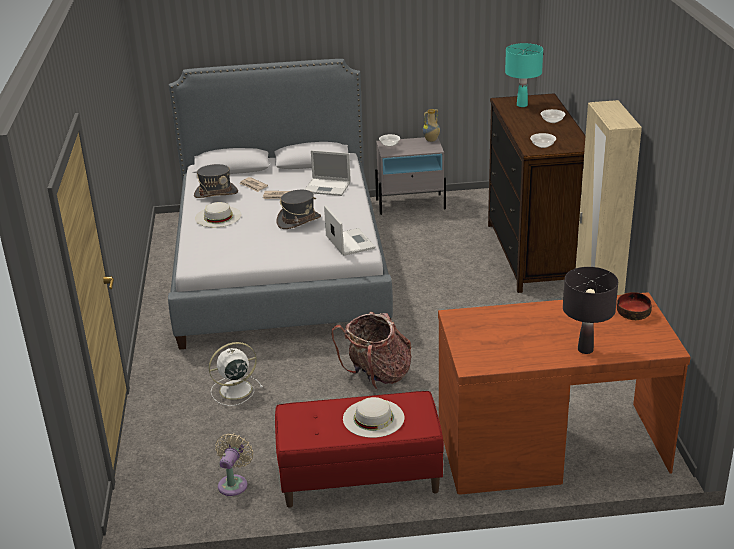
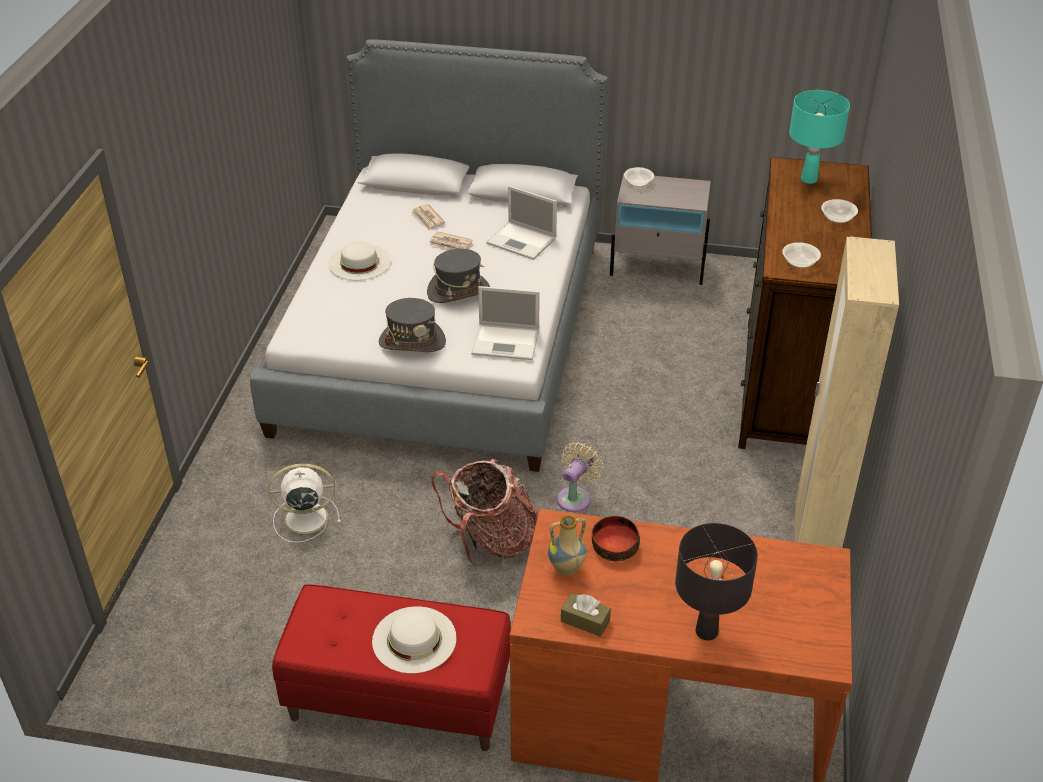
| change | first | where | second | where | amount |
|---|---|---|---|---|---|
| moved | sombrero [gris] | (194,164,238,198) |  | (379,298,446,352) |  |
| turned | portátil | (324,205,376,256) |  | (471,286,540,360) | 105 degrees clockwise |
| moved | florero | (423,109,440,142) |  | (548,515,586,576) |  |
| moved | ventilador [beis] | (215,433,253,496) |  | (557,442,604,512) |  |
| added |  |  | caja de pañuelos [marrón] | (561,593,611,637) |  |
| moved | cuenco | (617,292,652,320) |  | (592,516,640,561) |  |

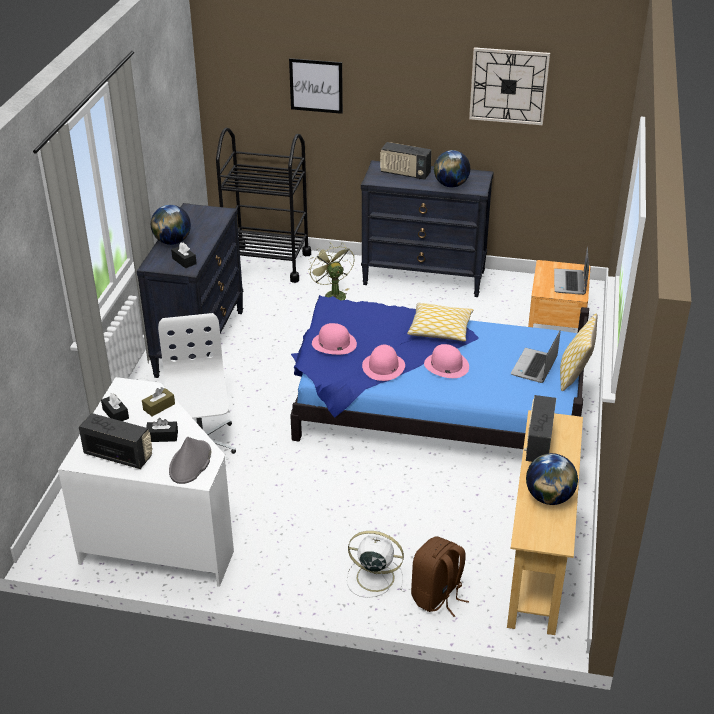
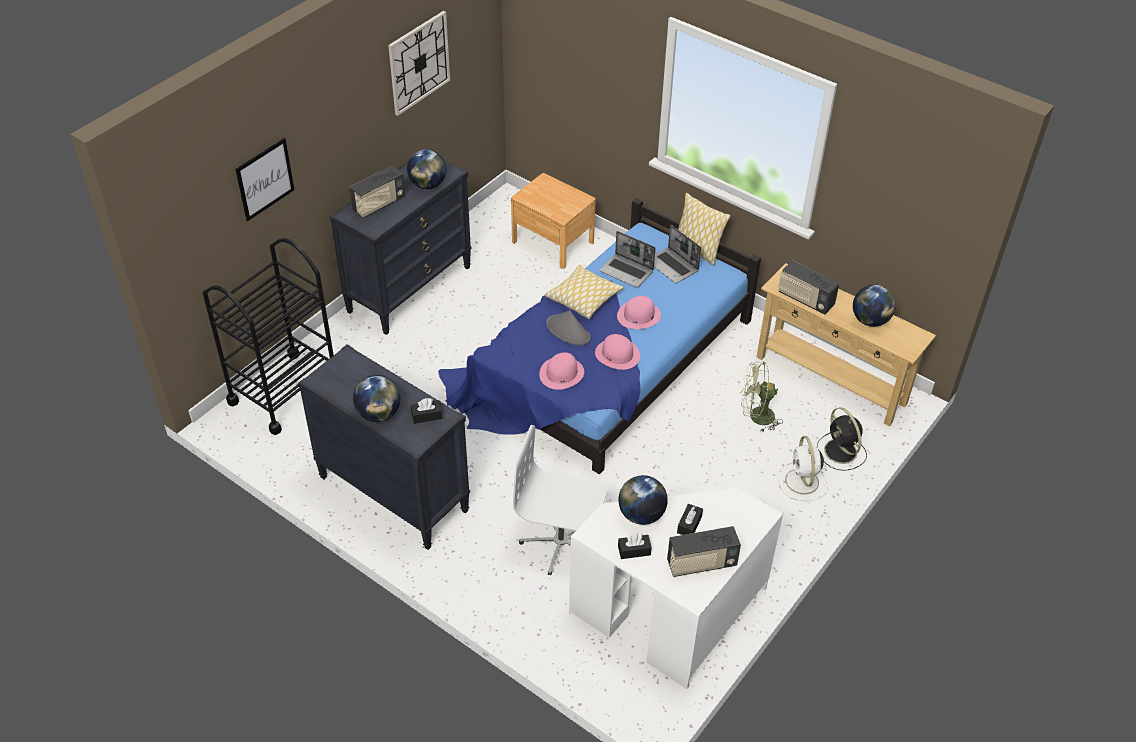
| change | first | where | second | where | amount |
|---|---|---|---|---|---|
| moved | sombrero [gris] | (169,437,211,484) |  | (546,310,591,346) |  |
| moved | portátil | (554,247,589,295) |  | (599,231,656,288) |  |
| replaced | caja de pañuelos [marrón] | (142,387,175,416) | globo terráqueo | (619,475,668,525) |  |
| turned | radio | (79,413,153,469) |  | (667,526,741,577) | 150 degrees counterclockwise |
| moved | ventilador [verde] | (308,243,355,300) |  | (741,362,783,433) |  |
| turned | ventilador [blanco] | (347,531,404,598) |  | (778,436,828,501) | 45 degrees counterclockwise |
| replaced | mochila [marrón] | (411,536,469,617) | ventilador [negro] | (817,407,867,471) |  |

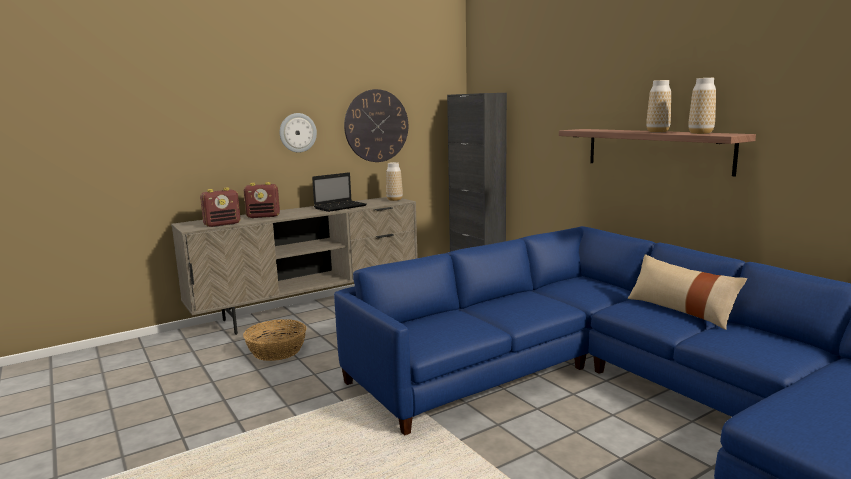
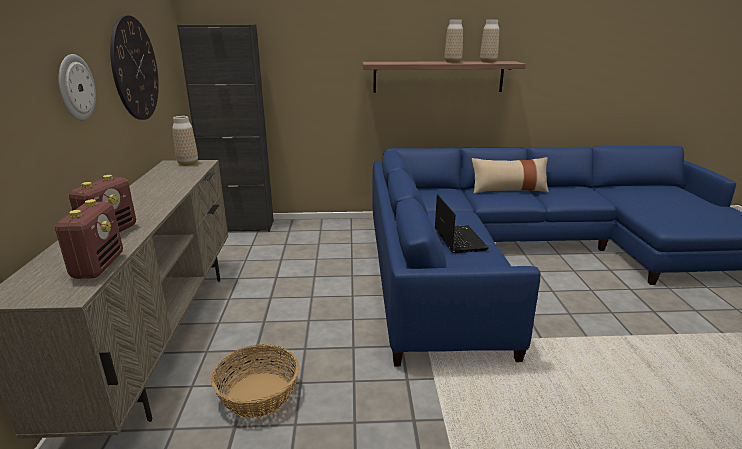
| change | first | where | second | where | amount |
|---|---|---|---|---|---|
| moved | portátil | (312,172,367,212) |  | (435,194,489,253) |  |

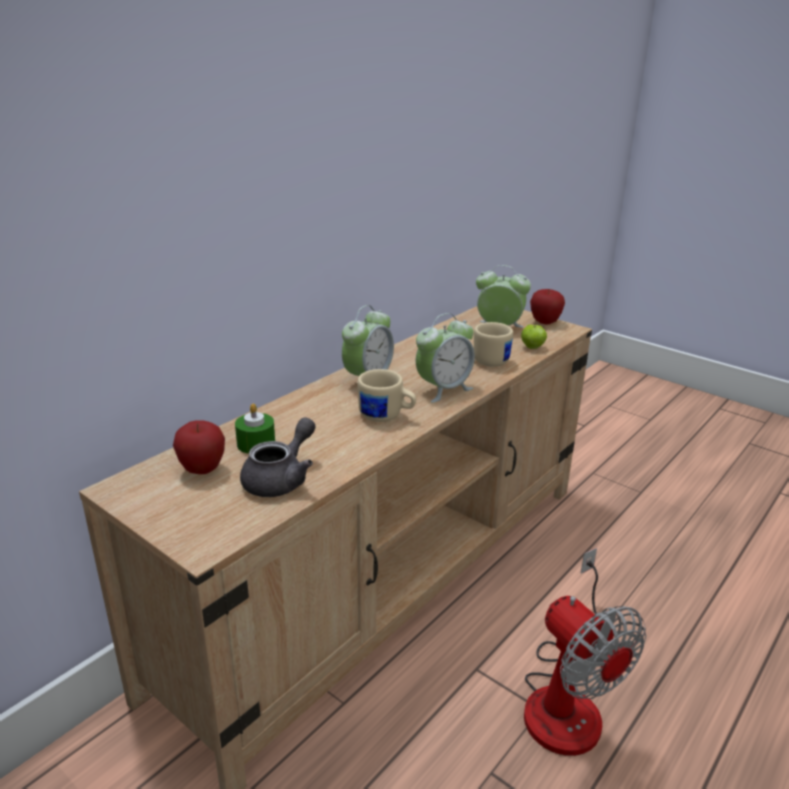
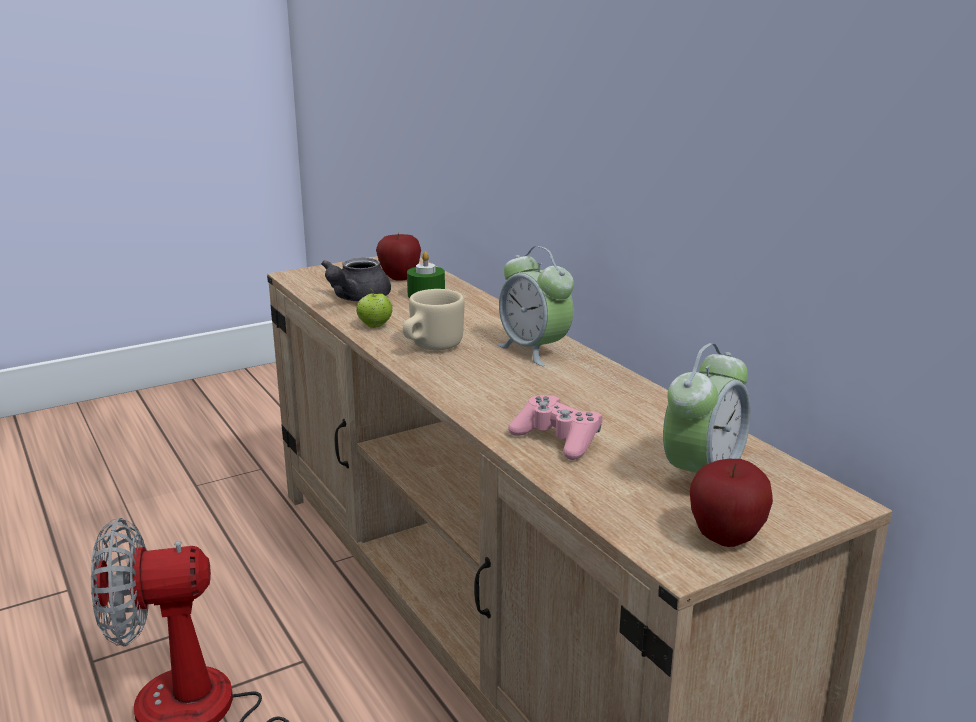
| change | first | where | second | where | amount |
|---|---|---|---|---|---|
| turned | tetera [gris] | (240,417,316,497) |  | (321,258,391,302) | 60 degrees clockwise |
| moved | manzana | (521,323,547,349) |  | (356,287,392,328) |  |
| replaced | taza grande [beis] | (474,322,513,367) | mando de consola [rosa] | (508,395,602,460) |  |
| removed | despertador | (416,313,475,402) |  |  |  |

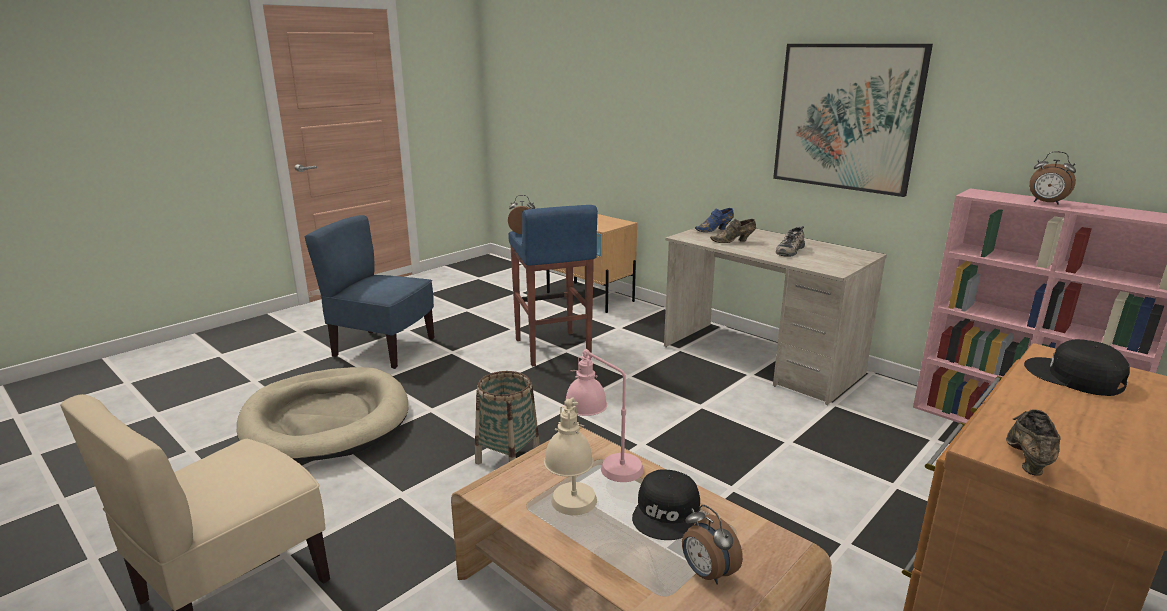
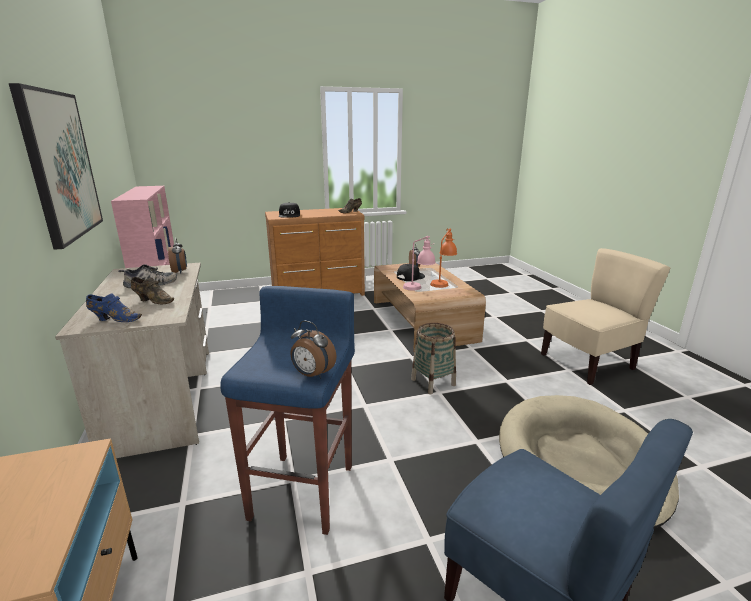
| change | first | where | second | where | amount |
|---|---|---|---|---|---|
| moved | despertador | (1029,151,1076,205) |  | (168,238,187,274) |  |
| recoloured | lámpara de mesa [beis] | (544,397,597,515) | lámpara de mesa [naranja] | (430,228,457,288) |  |

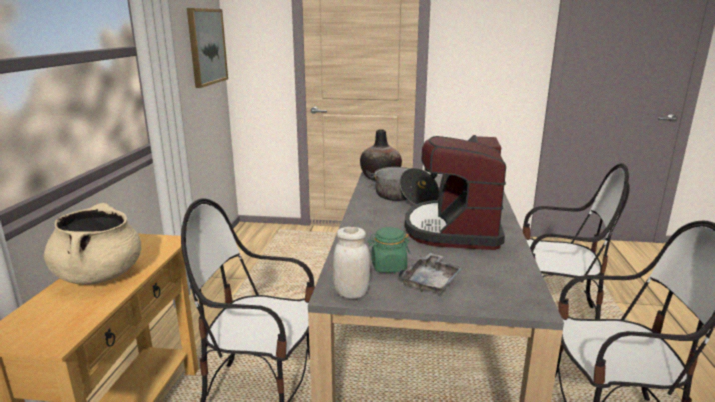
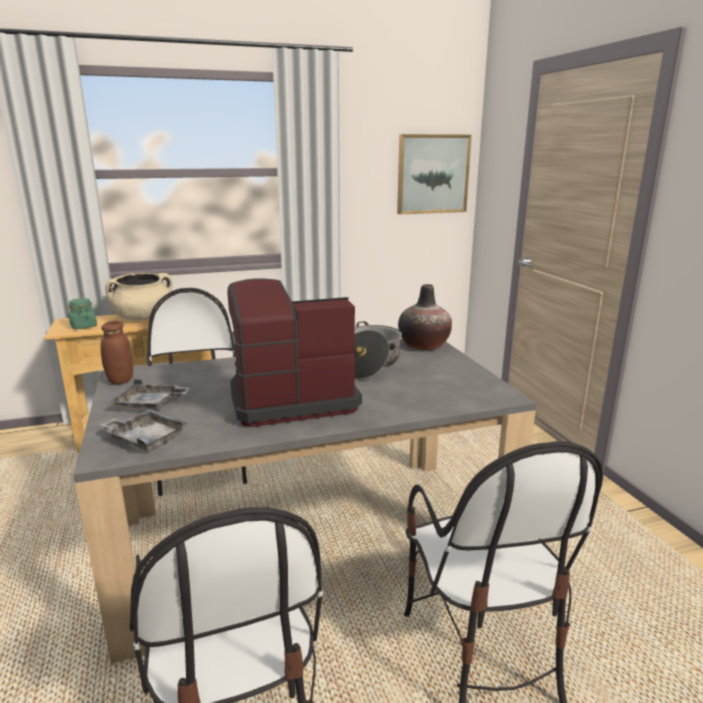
| change | first | where | second | where | amount |
|---|---|---|---|---|---|
| moved | tarro [verde] | (368,227,410,273) |  | (68,298,97,329) |  |
| added |  |  | bandeja [gris] | (100,409,187,452) |  |
| recoloured | tarro [blanco] | (333,227,370,299) | tarro [marrón] | (101,321,133,384) |  |

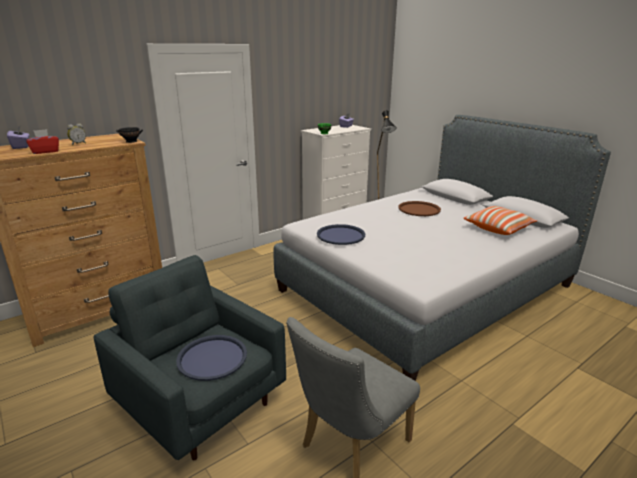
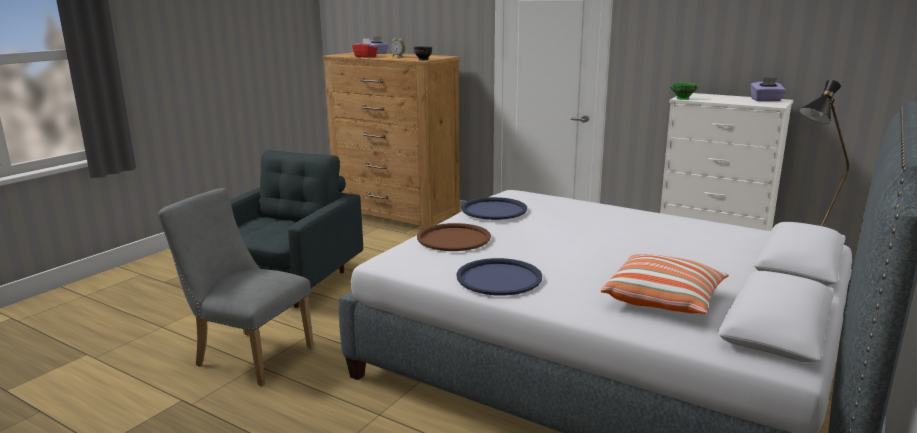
| change | first | where | second | where | amount |
|---|---|---|---|---|---|
| moved | bandeja [marrón] | (398,201,441,216) |  | (417,223,491,251) |  |
| moved | bandeja [azul] | (176,335,247,381) |  | (456,258,542,295) |  |

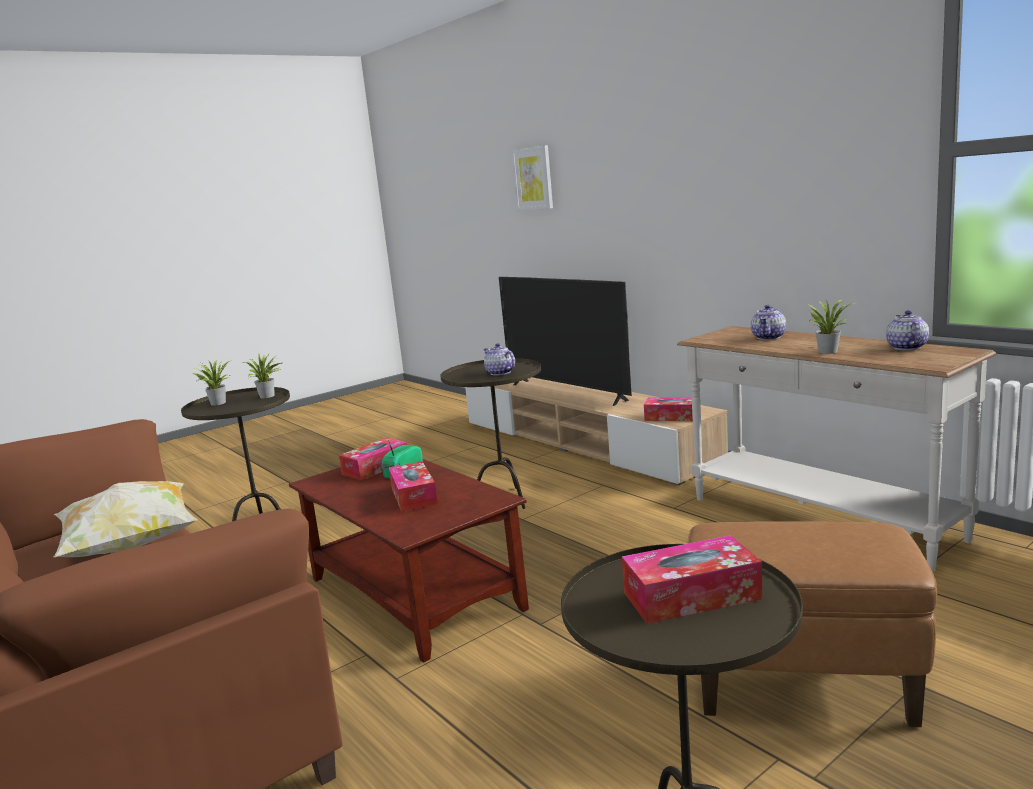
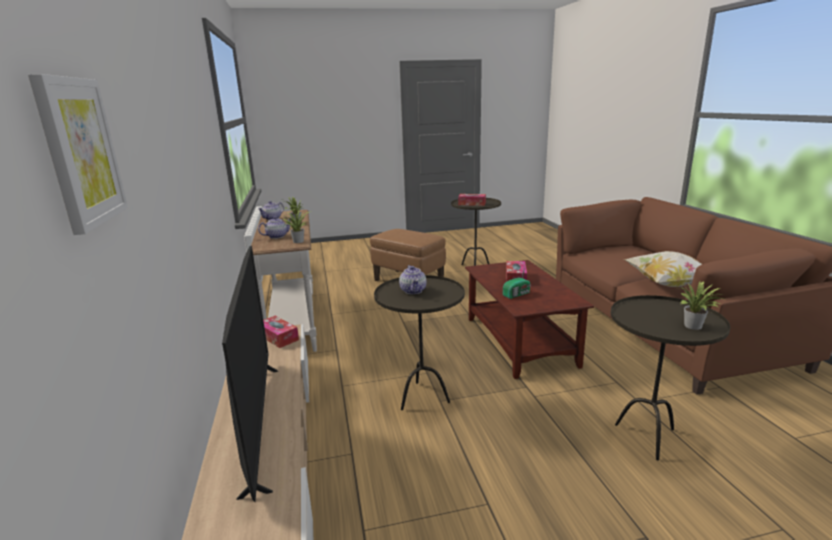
| change | first | where | second | where | amount |
|---|---|---|---|---|---|
| moved | planta en maceta | (243,354,282,398) |  | (283,210,309,243) |  |
| removed | caja de pañuelos | (339,437,407,481) |  |  |  |

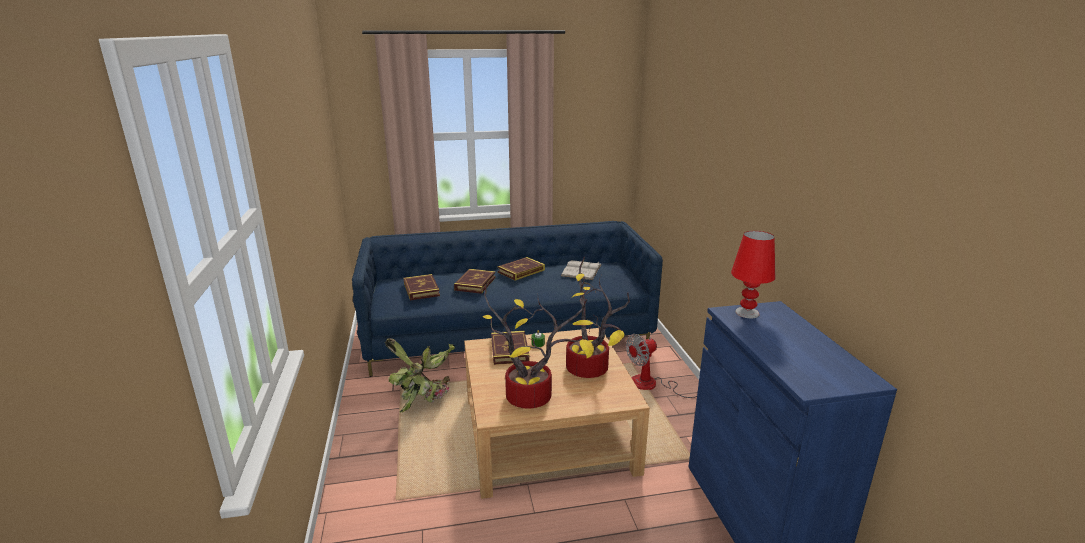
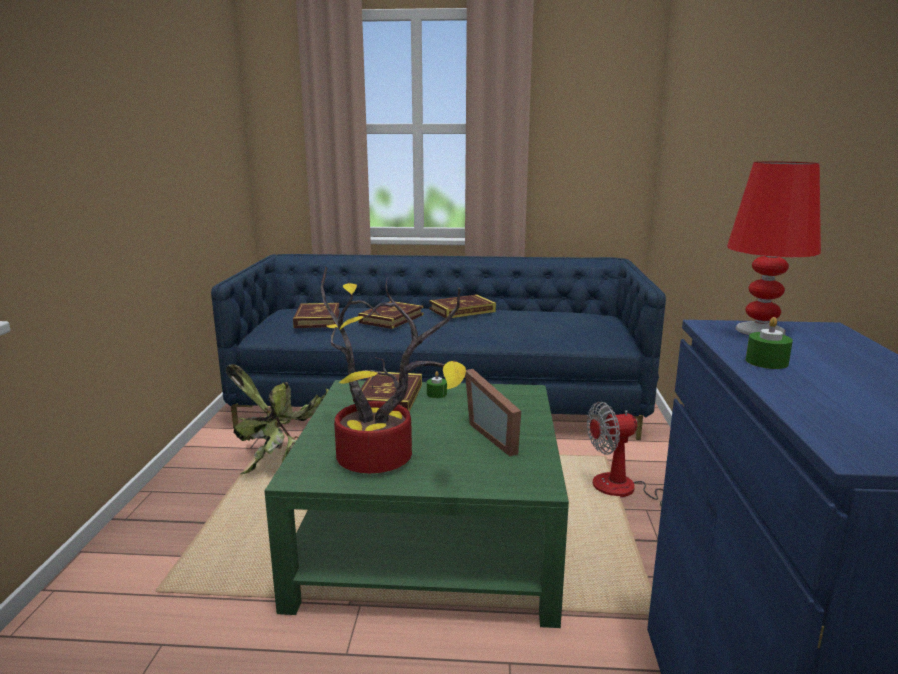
| change | first | where | second | where | amount |
|---|---|---|---|---|---|
| recoloured | mesa de centro [beis] | (464,328,650,499) | mesa de centro [verde] | (264,380,569,628) |  |
| replaced | planta en maceta | (566,257,630,378) | portarretratos | (465,369,521,456) |  |
| added |  |  | vela [verde] | (746,317,793,369) |  |
| removed | libro [blanco] | (561,260,602,280) |  |  |  |

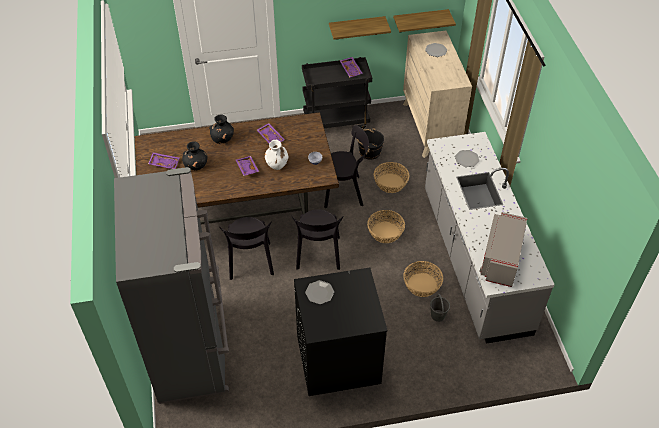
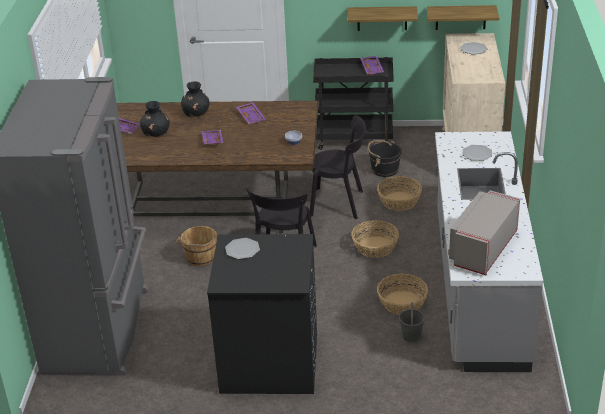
| change | first | where | second | where | amount |
|---|---|---|---|---|---|
| replaced | silla [negro] | (220,217,274,280) | cubo [marrón] | (176,226,217,266) |  |
| removed | florero [blanco] | (265,140,288,170) |  |  |  |

